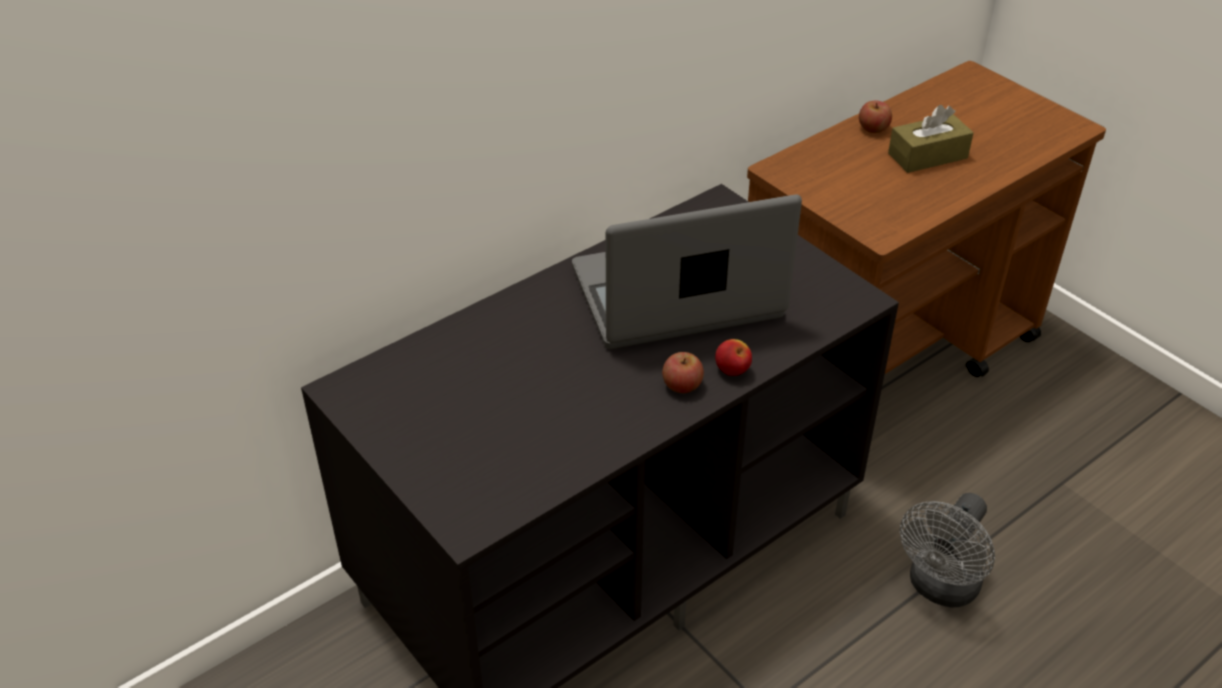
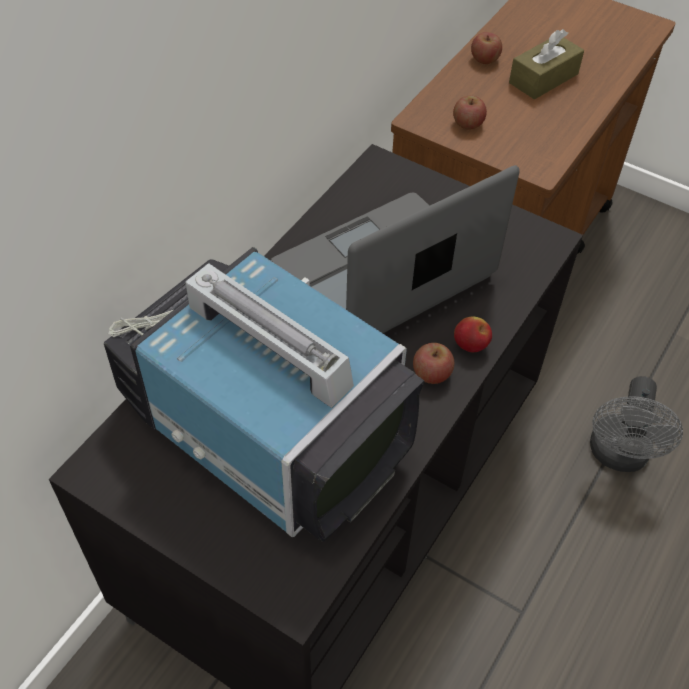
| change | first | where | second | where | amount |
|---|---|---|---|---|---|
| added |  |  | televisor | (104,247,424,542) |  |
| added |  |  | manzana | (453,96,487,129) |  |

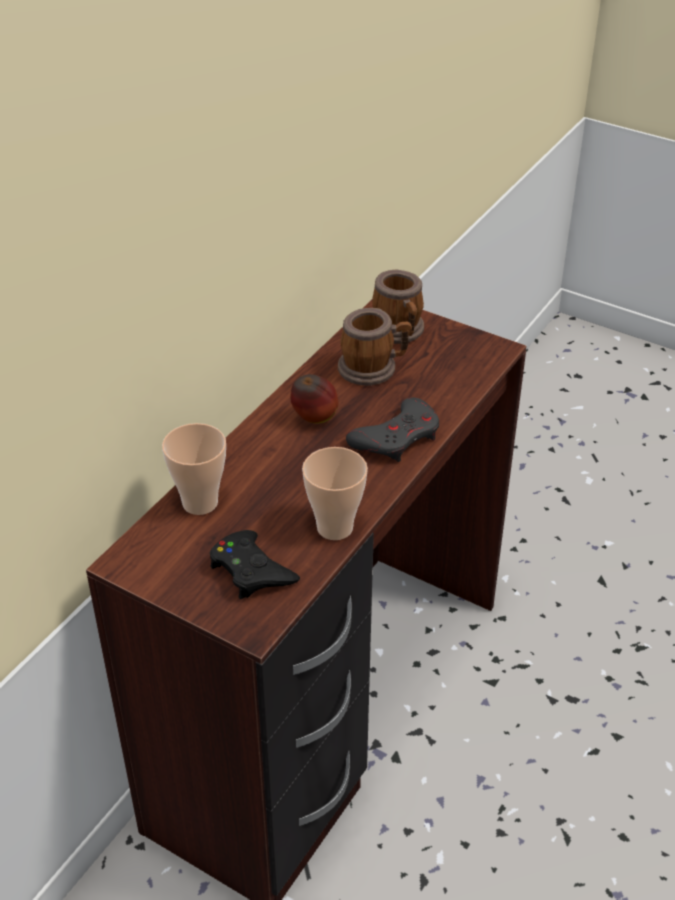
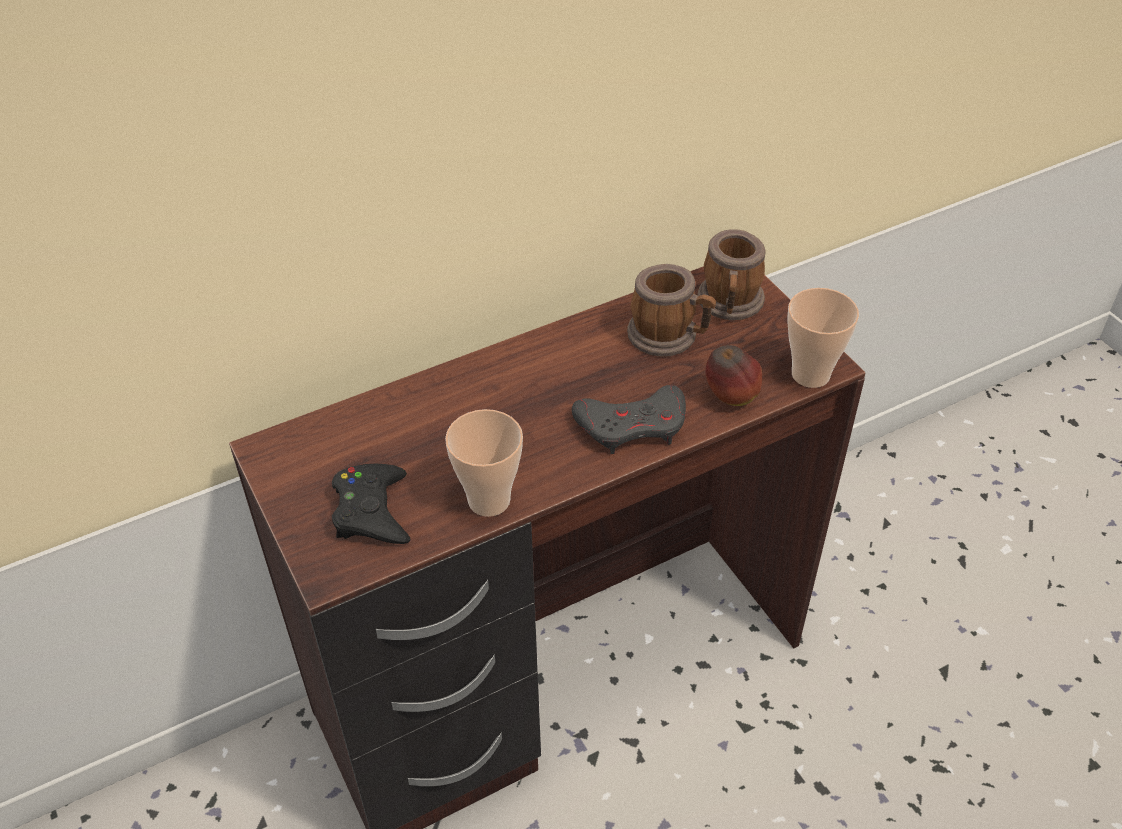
| change | first | where | second | where | amount |
|---|---|---|---|---|---|
| moved | manzana | (291,374,339,423) |  | (705,345,762,406) |  |
| moved | taza | (162,423,226,515) |  | (787,288,859,388) |  |

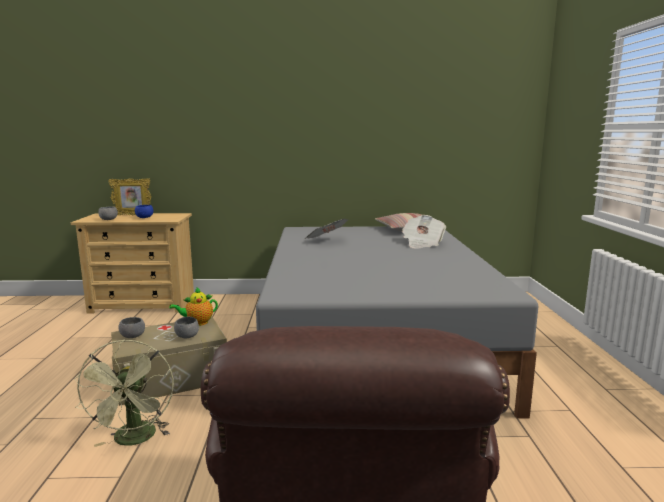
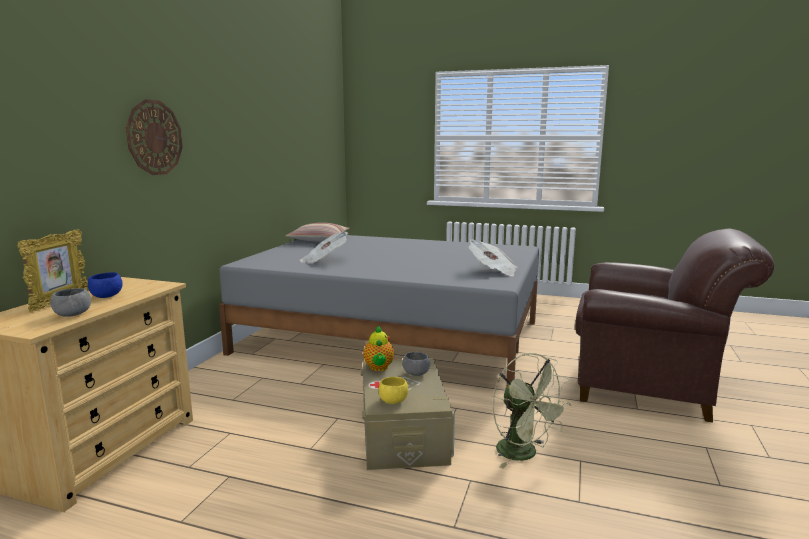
| change | first | where | second | where | amount |
|---|---|---|---|---|---|
| added |  |  | reloj de pared | (126,99,183,175) |  |
| recoloured | cuenco [gris] | (118,317,145,338) | cuenco [amarillo] | (379,377,408,404) |  |
| moved | periódico | (402,215,446,249) |  | (469,240,517,276) |  |
| turned | ventilador [verde] | (74,339,174,447) |  | (493,353,571,469) | 45 degrees clockwise |

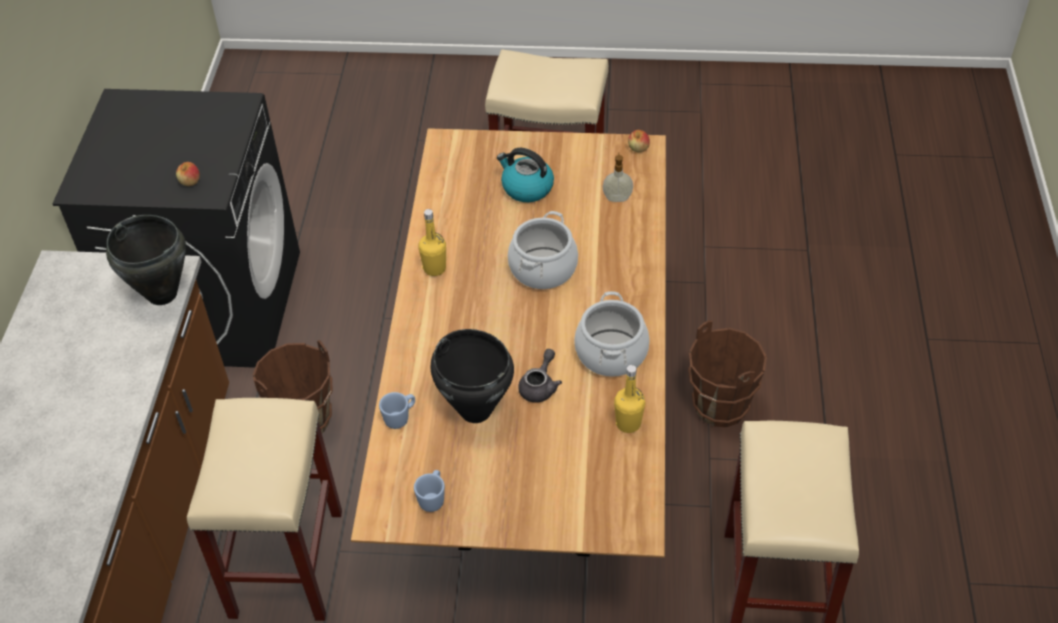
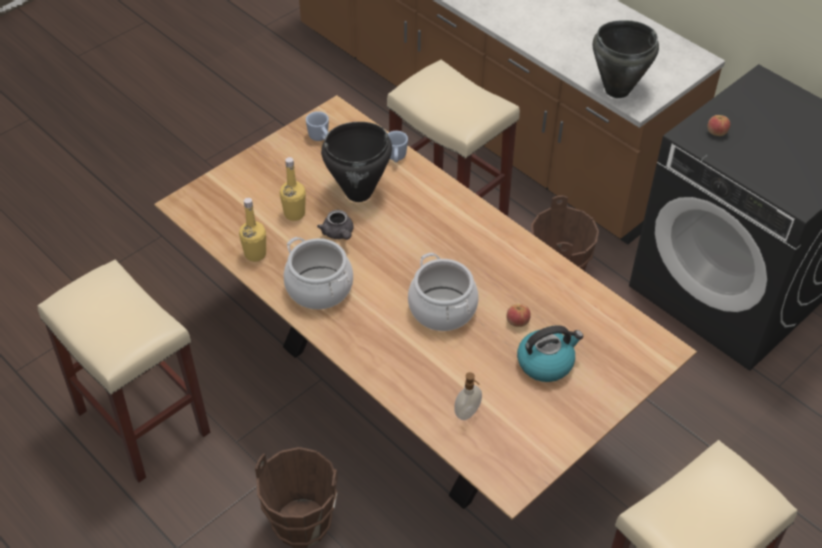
| change | first | where | second | where | amount |
|---|---|---|---|---|---|
| moved | botella [amarillo] | (418,209,446,276) |  | (280,157,306,221) |  |
| moved | manzana | (628,130,650,152) |  | (506,304,531,327) |  |

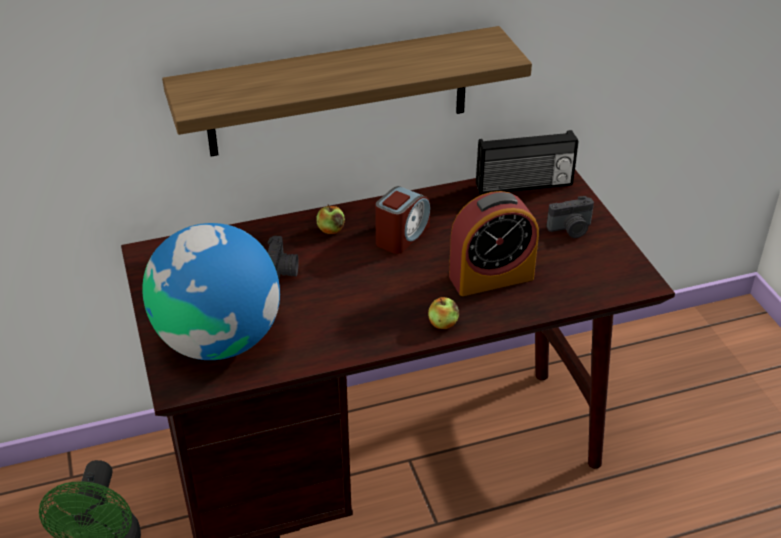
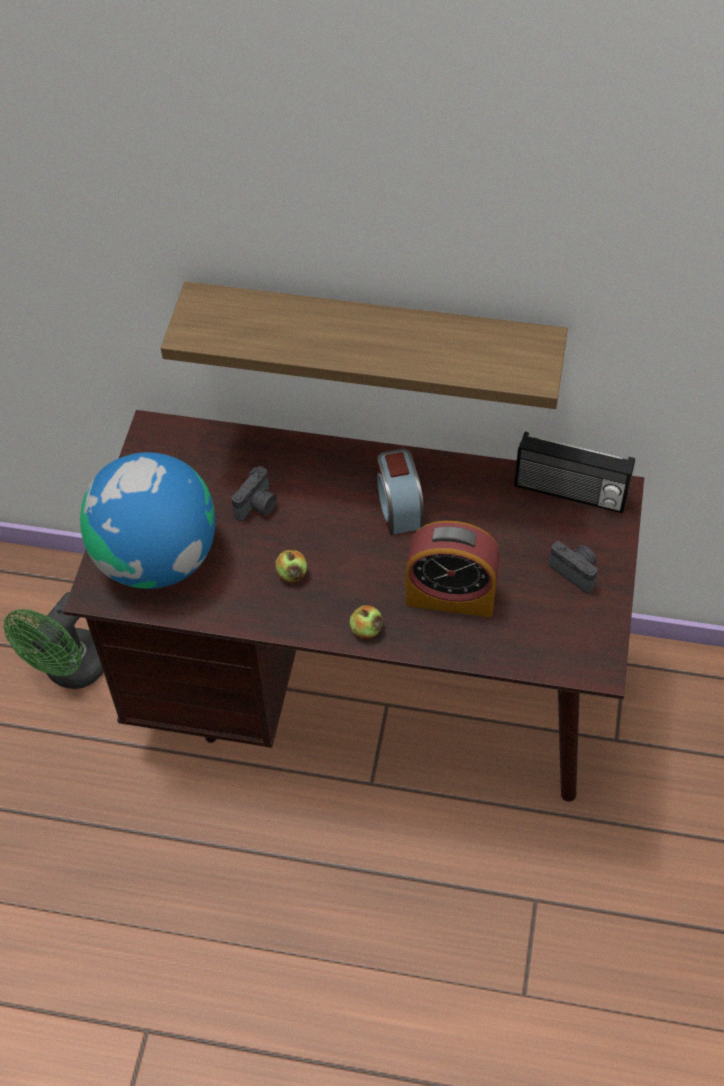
| change | first | where | second | where | amount |
|---|---|---|---|---|---|
| moved | manzana | (317,204,345,234) |  | (275,550,307,582) |  |
| turned | despertador | (375,186,430,254) |  | (377,449,424,535) | 105 degrees clockwise |
| turned | cámara | (546,196,594,238) |  | (549,541,598,593) | 150 degrees counterclockwise |

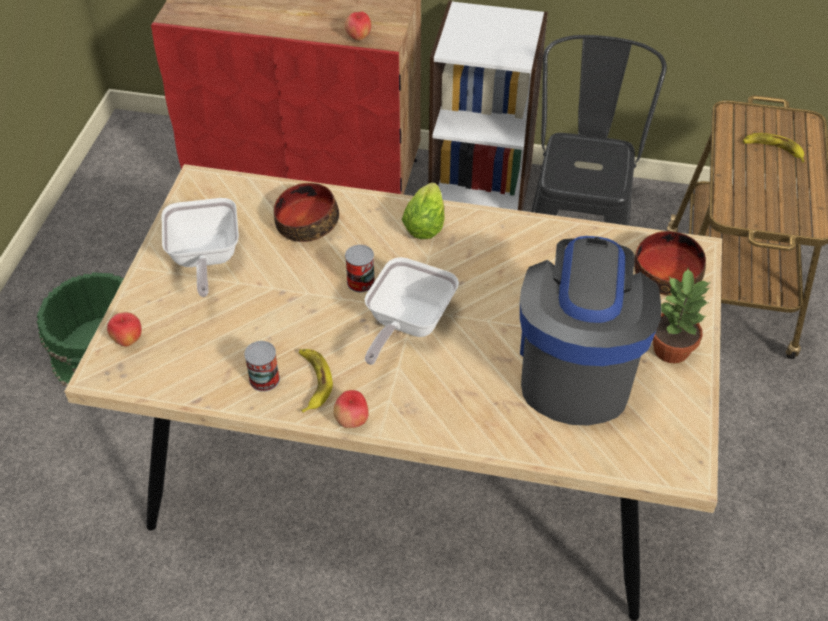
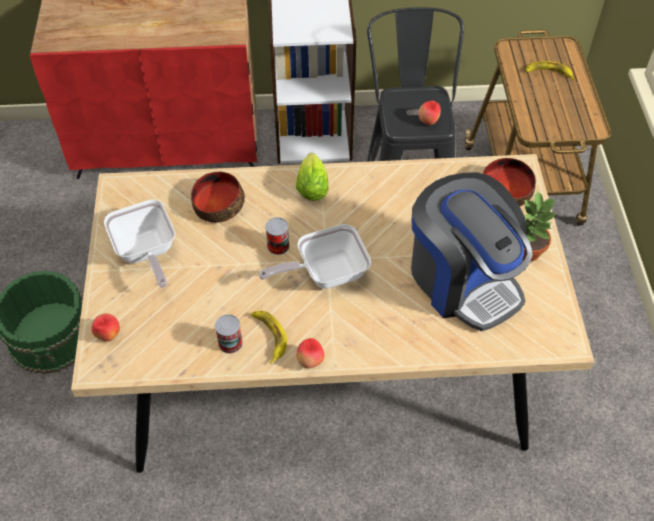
| change | first | where | second | where | amount |
|---|---|---|---|---|---|
| turned | sartén | (364,257,459,365) |  | (259,224,371,289) | 60 degrees clockwise |
| turned | cafetera | (520,236,662,426) |  | (411,172,533,331) | 150 degrees clockwise |
| moved | manzana | (345,11,371,41) |  | (418,101,441,125) |  |

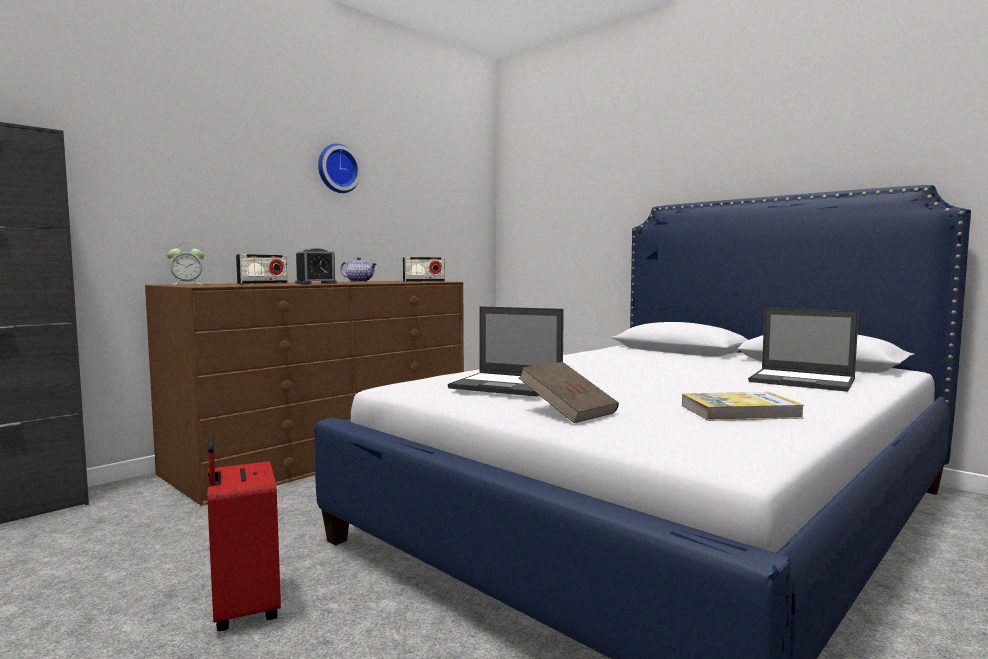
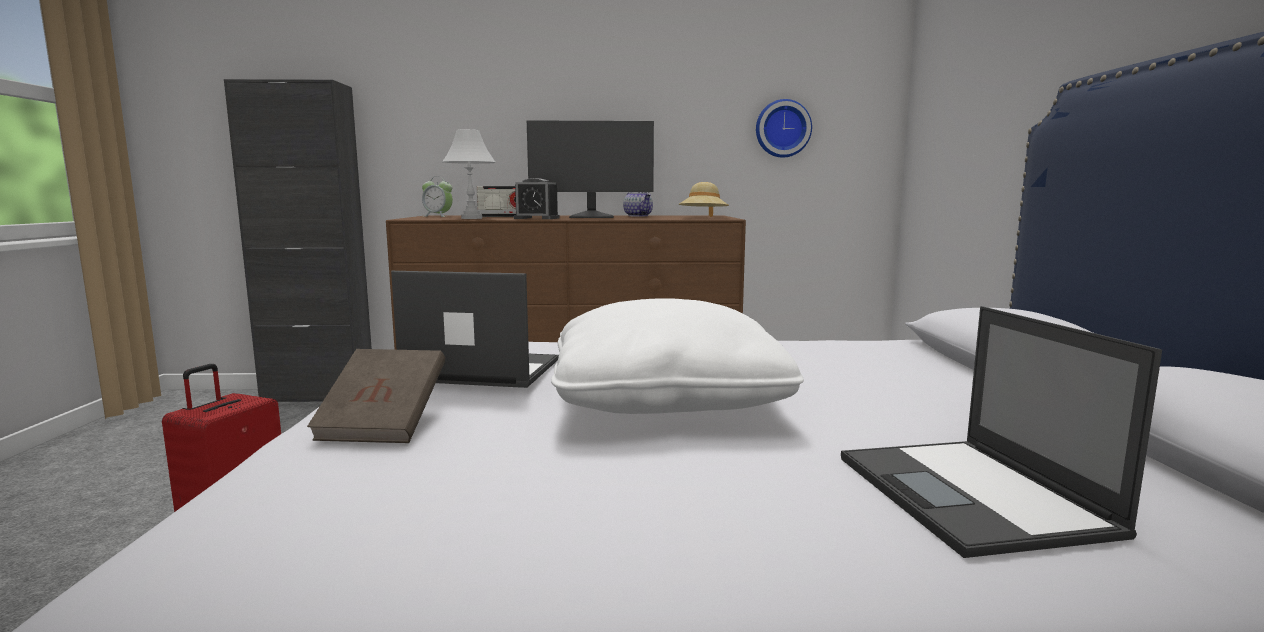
| change | first | where | second | where | amount |
|---|---|---|---|---|---|
| turned | portátil | (448,306,564,397) |  | (391,271,559,388) | 120 degrees clockwise |
| added |  |  | lámpara de mesa [blanco] | (442,129,496,219) |  |
| added |  |  | monitor | (527,120,654,218) |  |
| added |  |  | cojín [blanco] | (551,298,804,414) |  |
| replaced | radio | (403,257,445,282) | sombrero [beis] | (679,182,729,217) |  |
| moved | reloj de pared | (318,144,361,193) |  | (756,99,812,158) |  |
| removed | libro | (682,392,805,421) |  |  |  |

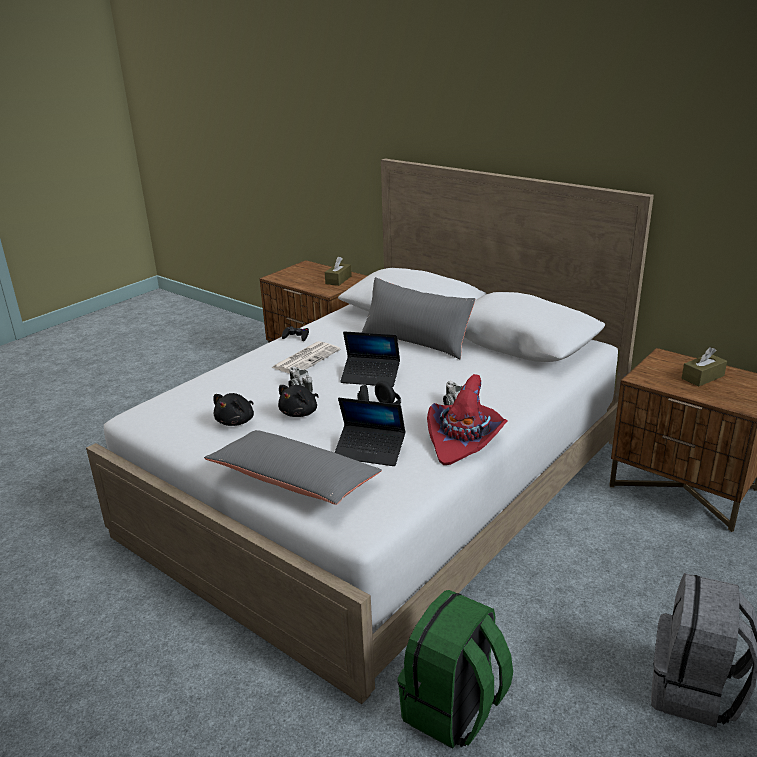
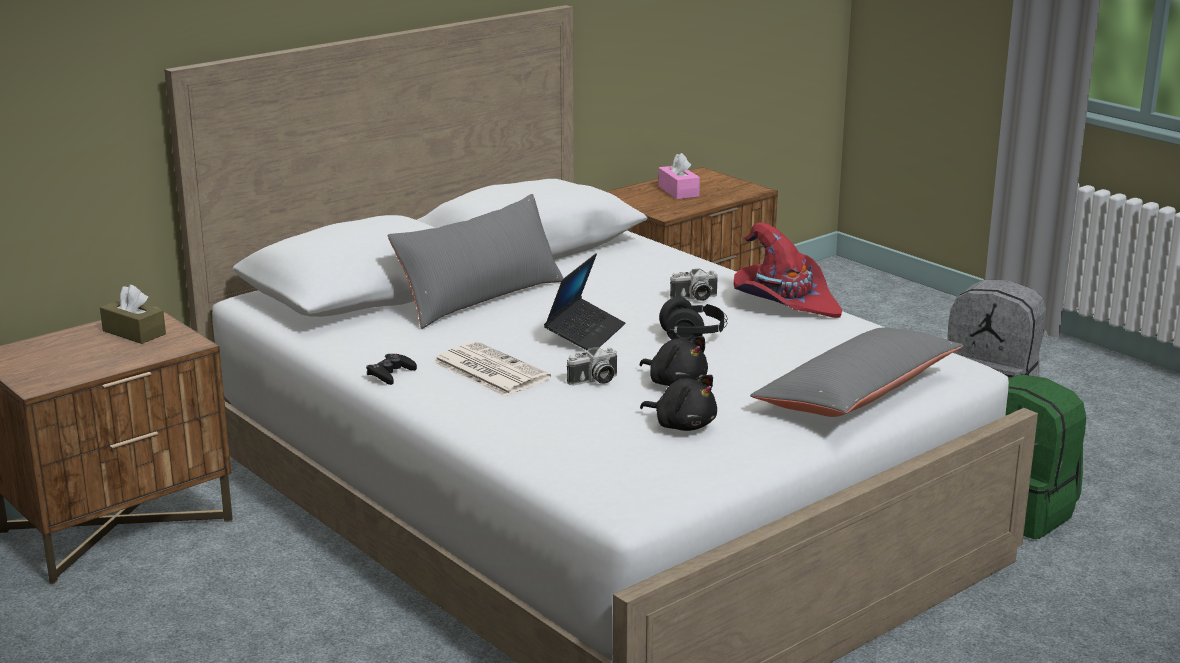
| change | first | where | second | where | amount |
|---|---|---|---|---|---|
| recoloured | caja de pañuelos [marrón] | (682,347,727,387) | caja de pañuelos [rosa] | (658,153,700,199) |  |
| removed | portátil | (335,398,406,466) |  |  |  |

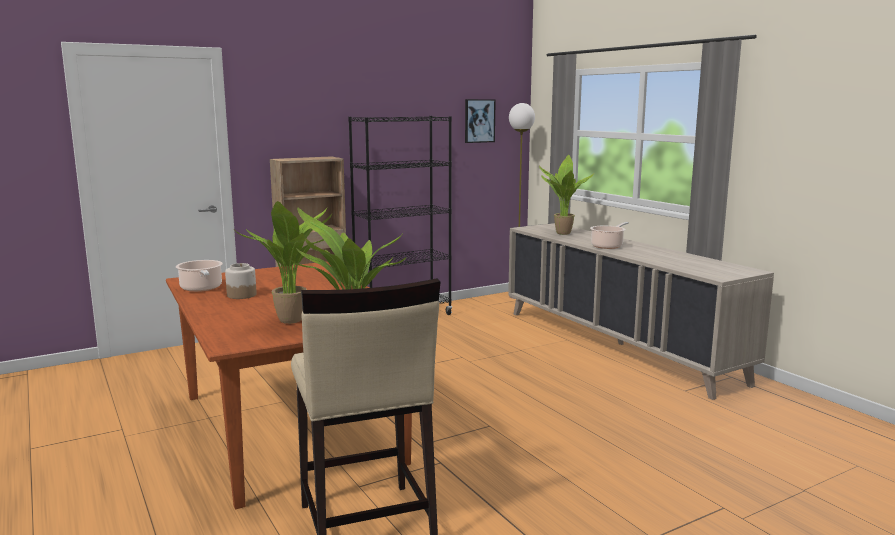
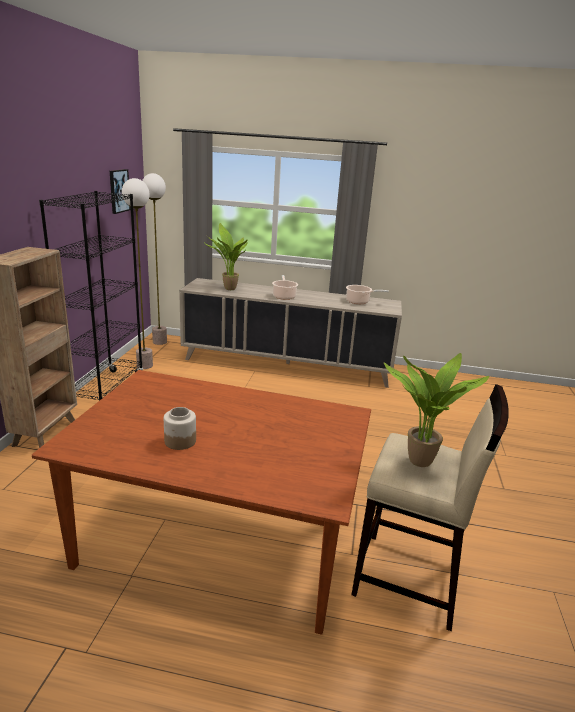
| change | first | where | second | where | amount |
|---|---|---|---|---|---|
| added |  |  | lámpara de pie | (122,178,153,369) |  |
| moved | olla | (176,260,223,292) |  | (346,285,389,304) |  |
| removed | planta en maceta | (236,201,332,324) |  |  |  |

